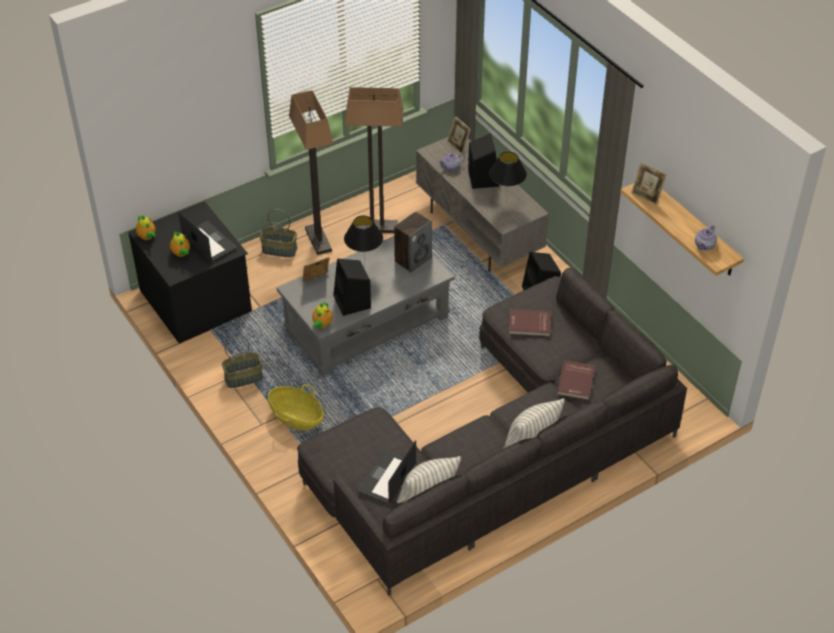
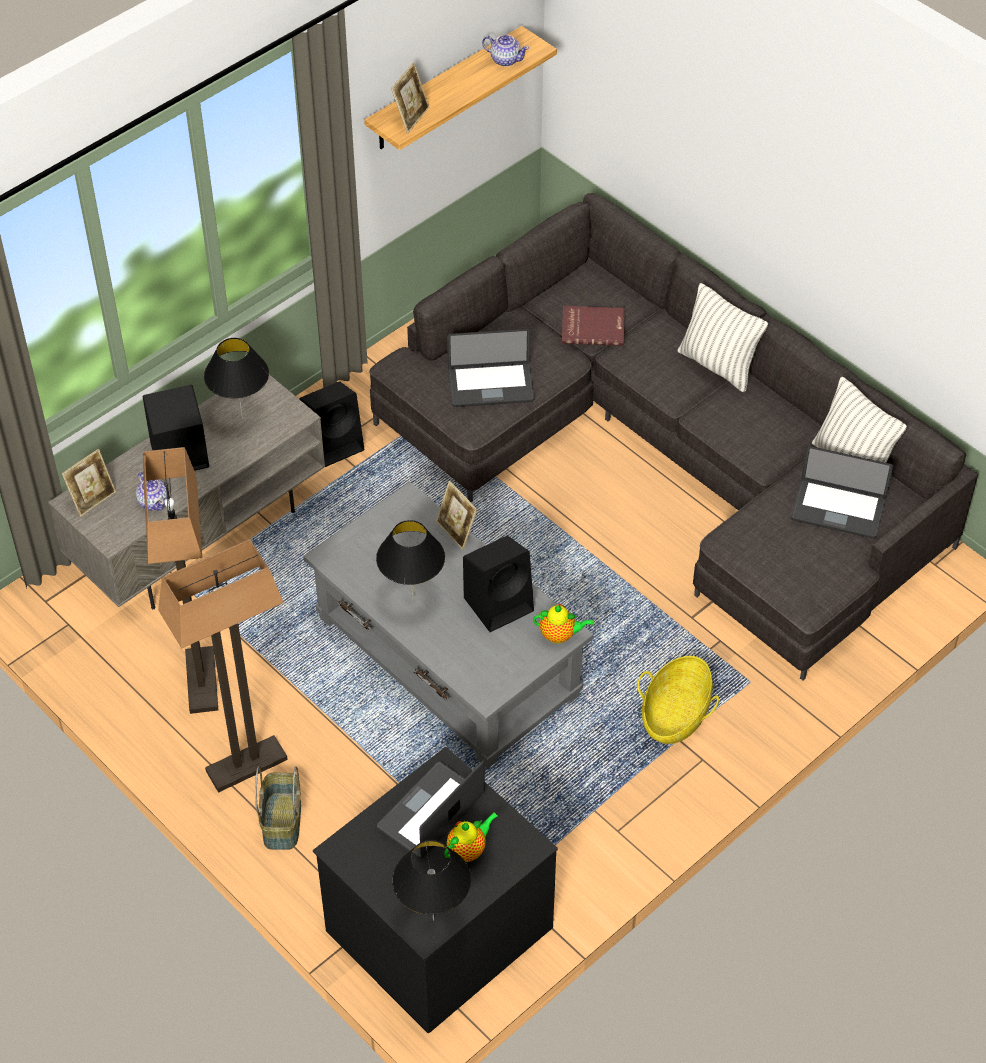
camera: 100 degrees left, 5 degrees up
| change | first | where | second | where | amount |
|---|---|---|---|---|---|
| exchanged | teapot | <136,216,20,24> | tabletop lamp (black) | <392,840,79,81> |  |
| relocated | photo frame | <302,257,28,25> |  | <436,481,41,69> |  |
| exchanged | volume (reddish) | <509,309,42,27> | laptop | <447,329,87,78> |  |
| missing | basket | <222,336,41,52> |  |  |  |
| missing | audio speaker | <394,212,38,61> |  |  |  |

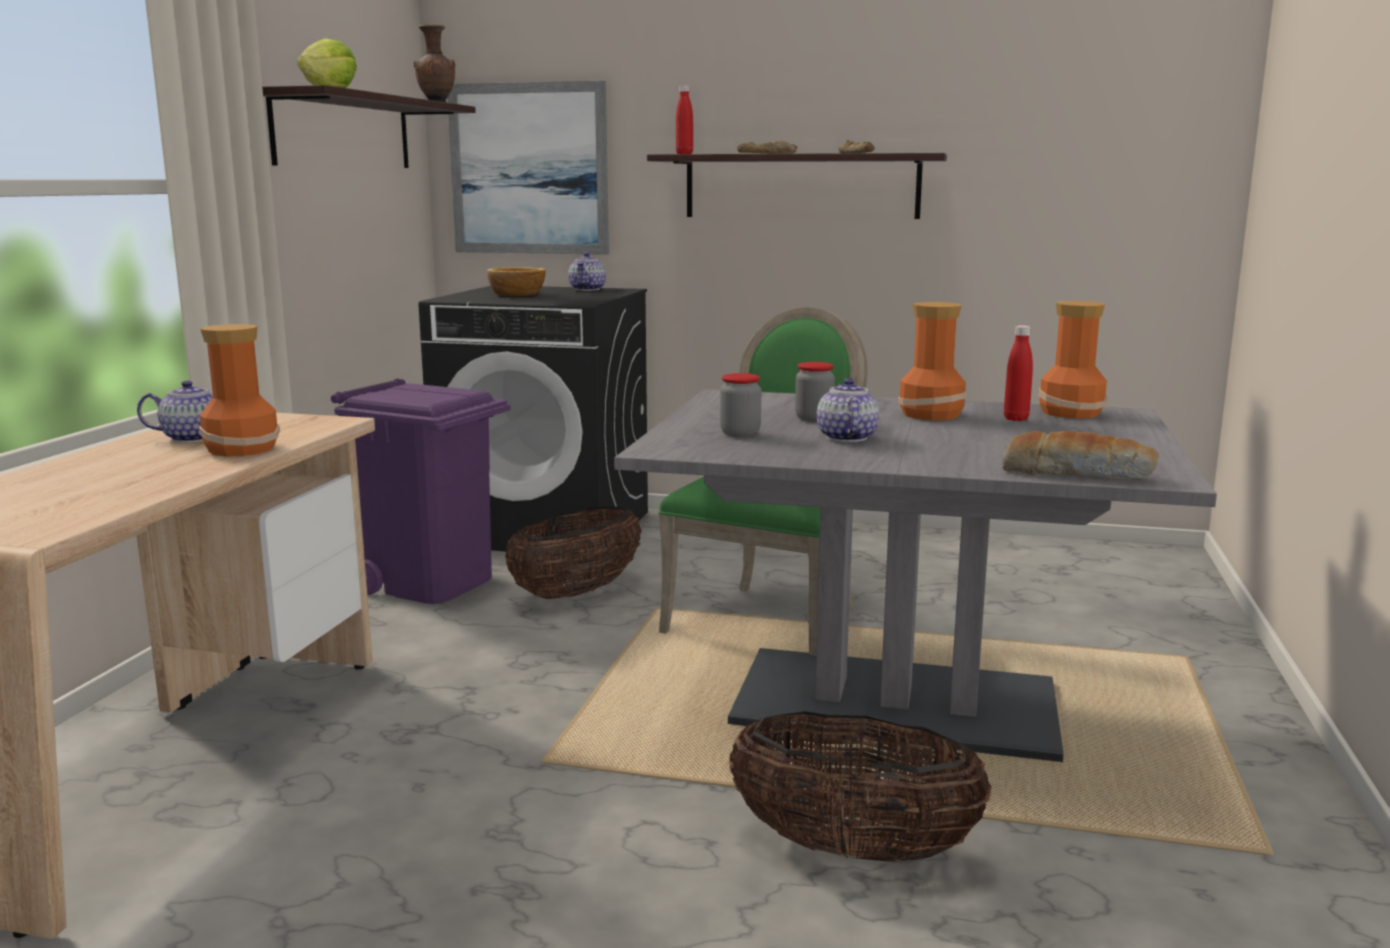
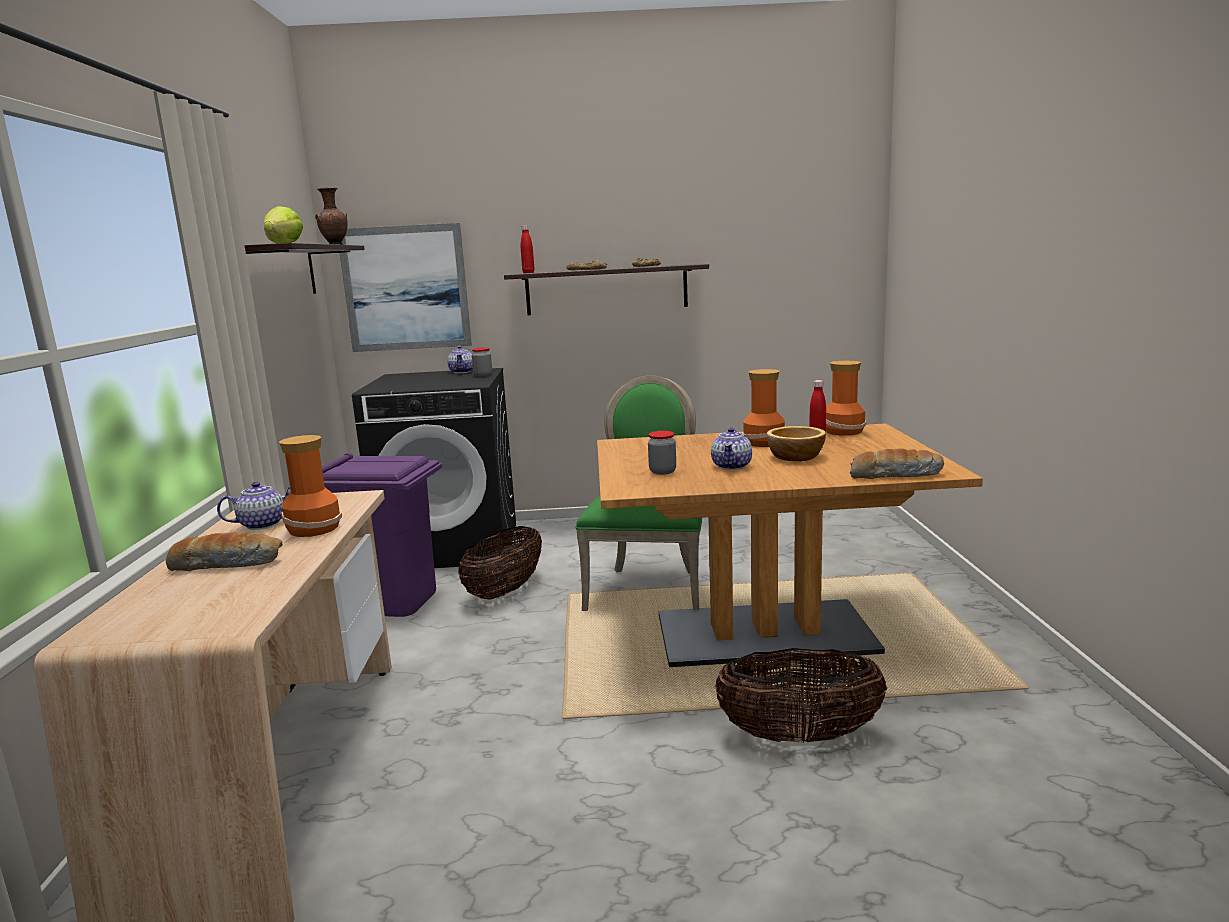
camera: 15 degrees left, 0 degrees up
| change | first | where | second | where | amount |
|---|---|---|---|---|---|
| appeared |  |  | baked bread | <166,532,117,39> |  |
| relocated | preserve jar | <795,362,40,60> |  | <472,347,20,30> |  |
| colour | dining table (grey) | <614,389,603,373> | dining table (brownish) | <597,423,386,244> |  |
| spun | teapot | <817,378,62,64> |  | <711,427,41,43> | 150 degrees counterclockwise |
| relocated | bowl | <487,267,59,30> |  | <767,426,59,35> |  |

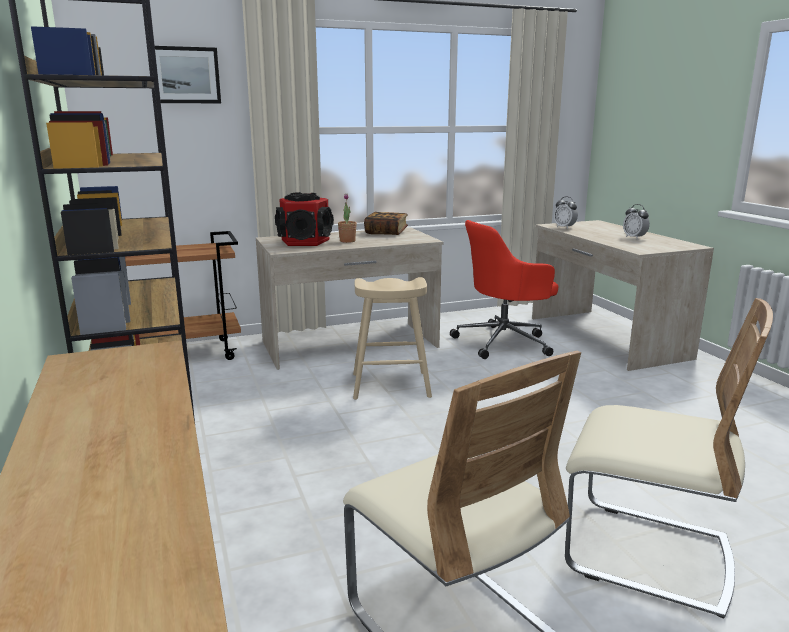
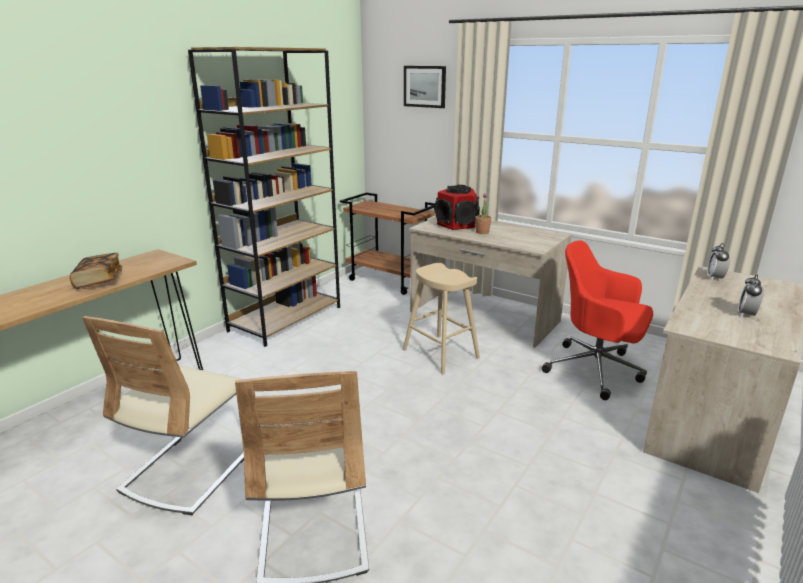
camera: 55 degrees right, 5 degrees up
| change | first | where | second | where | amount |
|---|---|---|---|---|---|
| relocated | volume | <364,212,44,23> |  | <70,253,52,36> |  |

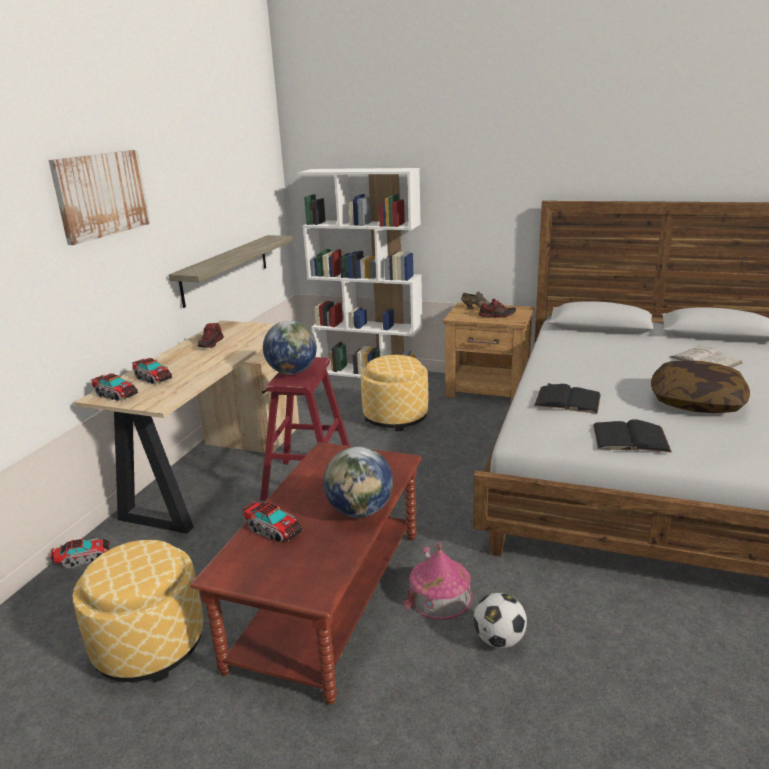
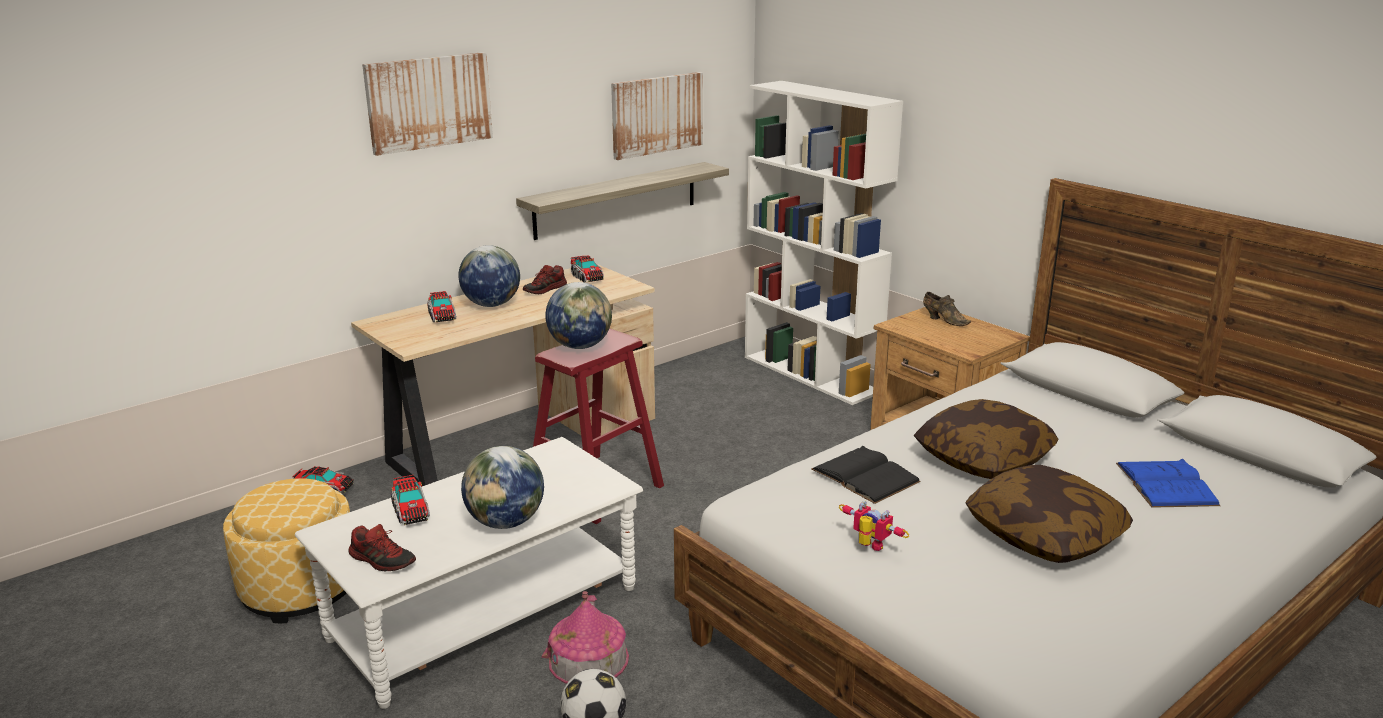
camera: 30 degrees right, 0 degrees up
| change | first | where | second | where | amount |
|---|---|---|---|---|---|
| colour | coffee table (brownish) | <190,442,232,262> | coffee table (white-coloured) | <295,437,348,272> |  |
| relocated | shoe | <479,299,37,19> |  | <348,524,68,47> |  |
| appeared |  |  | world globe | <458,245,62,62> |  |
| relocated | model truck | <91,373,47,28> |  | <571,255,33,28> |  |
| appeared |  |  | wall art | <611,72,92,88> |  |
| exchanged | volume (black) | <593,419,79,34> | model robot | <839,501,70,50> |  |
| appeared |  |  | pillow | <914,399,144,80> |  |
| colour | volume (white-coloured) | <670,345,72,23> | volume (bluish) | <1116,458,105,50> |  |
| missing | pouffe | <361,355,67,77> |  |  |  |

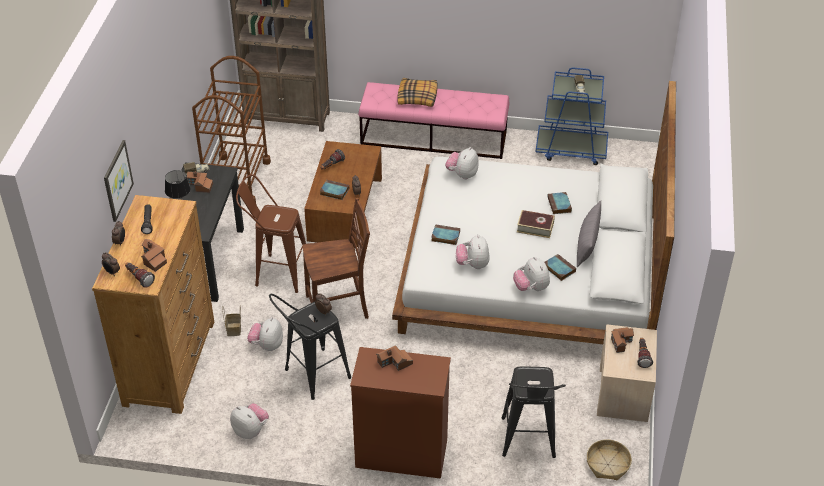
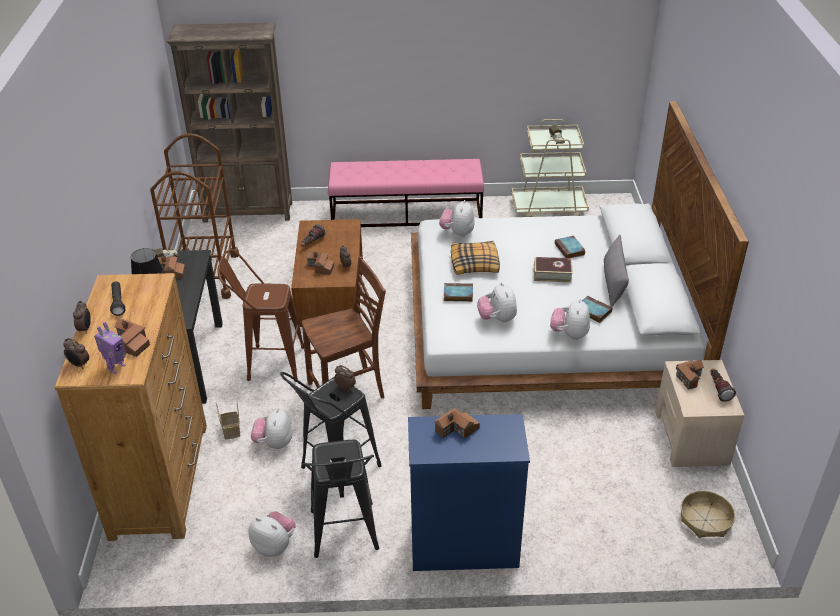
camera: 10 degrees left, 5 degrees down
| change | first | where | second | where | amount |
|---|---|---|---|---|---|
| exchanged | flashlight | <125,262,30,26> | model robot | <94,322,32,52> |  |
| relocated | stool seat (black) | <502,366,64,92> |  | <303,440,76,118> |  |
| exchanged | volume | <320,180,29,20> | model house | <306,251,28,24> |  |
| colour | dresser (brownish) | <350,347,101,132> | dresser (bluish) | <408,414,122,157> |  |
| relocated | pillow | <397,78,40,29> |  | <451,241,49,34> |  |
| colour | cart (bluish) | <535,67,73,98> | cart (beige) | <512,119,77,98> |  |
| spun | soft toy | <513,257,37,34> |  | <550,299,40,41> | 45 degrees clockwise |
| missing | wall art | <104,140,30,82> |  |  |  |

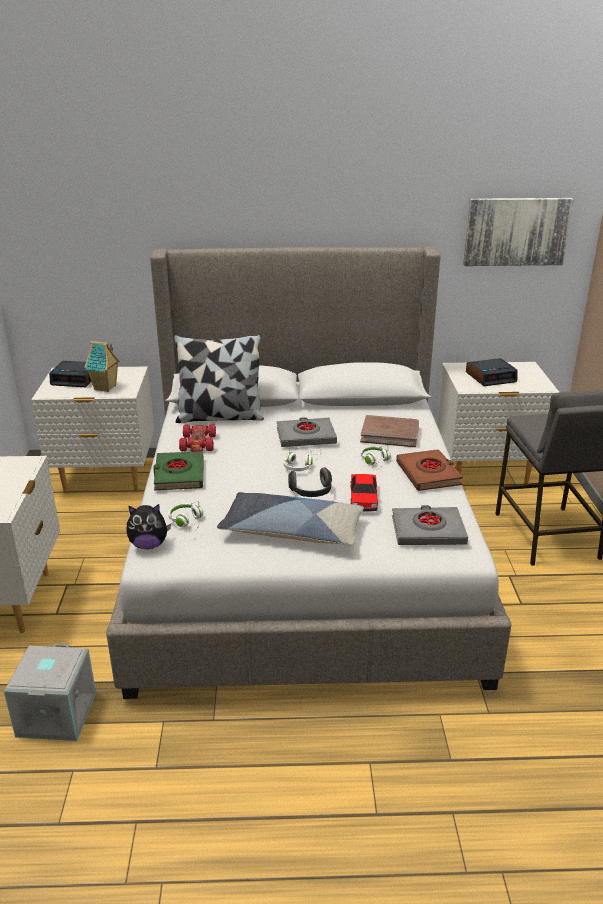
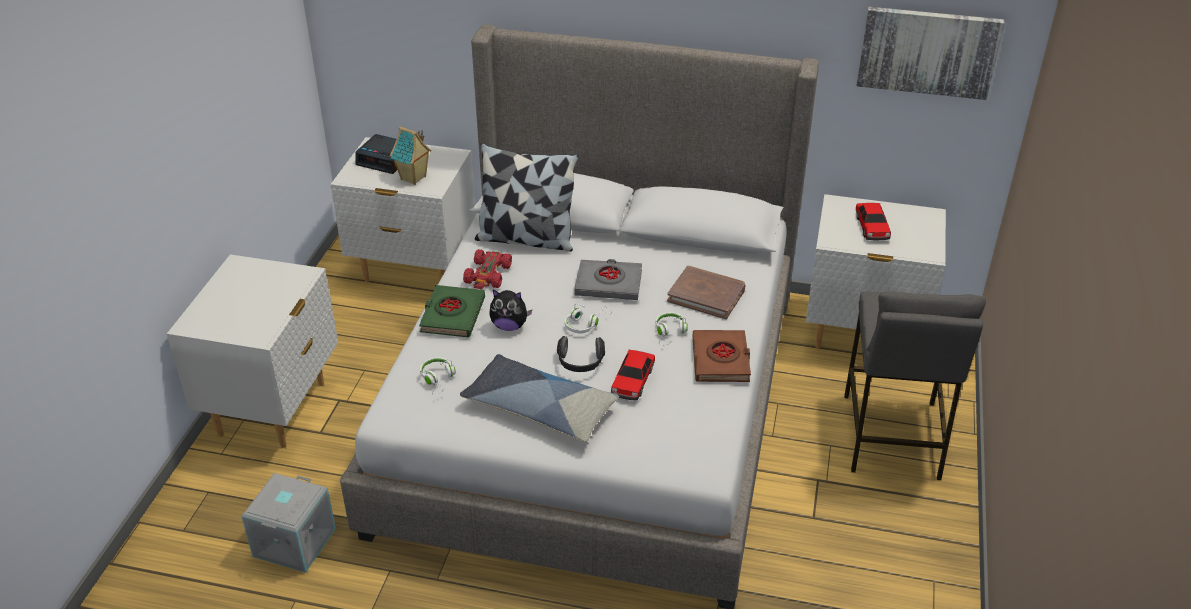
camera: 15 degrees right, 10 degrees up
| change | first | where | second | where | amount |
|---|---|---|---|---|---|
| relocated | soft toy | <126,504,45,45> |  | <490,290,42,41> |  |
| exchanged | bedside clock | <466,358,52,28> | miniature car | <856,203,35,37> |  |
| missing | volume (grey) | <392,505,76,40> |  |  |  |

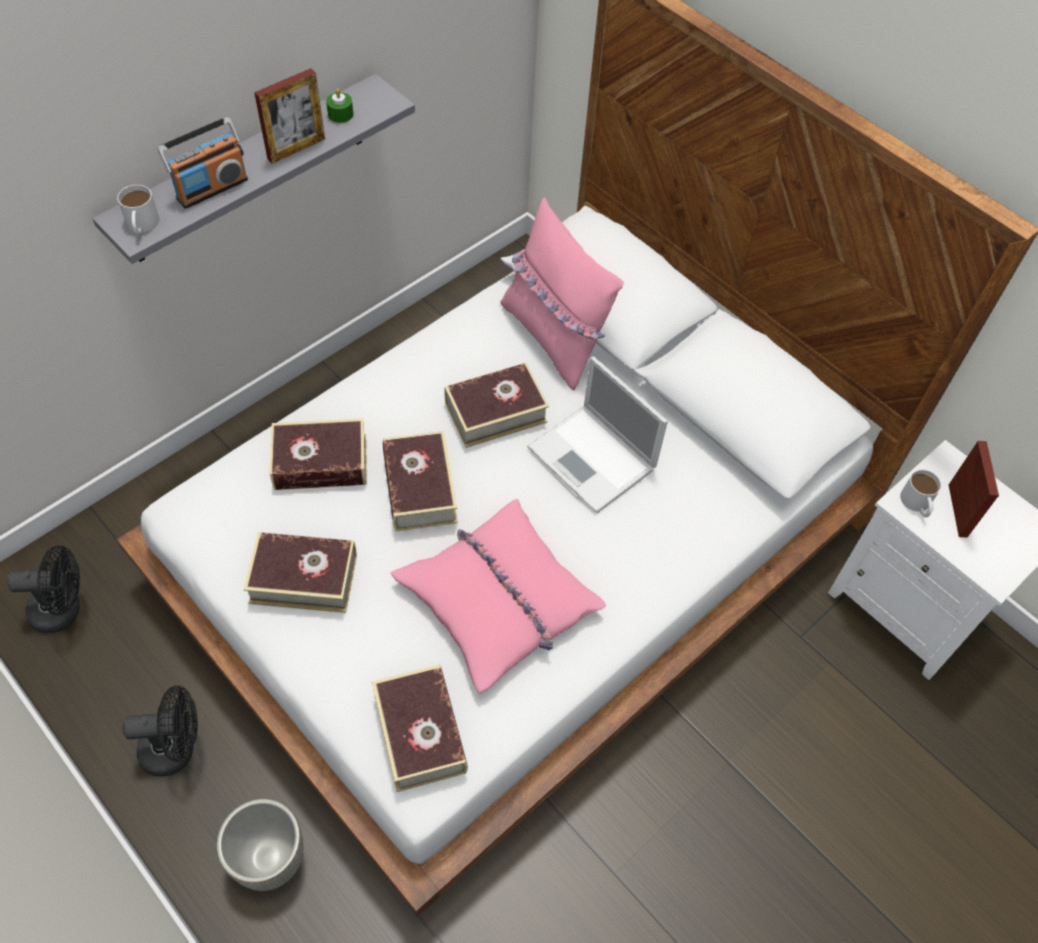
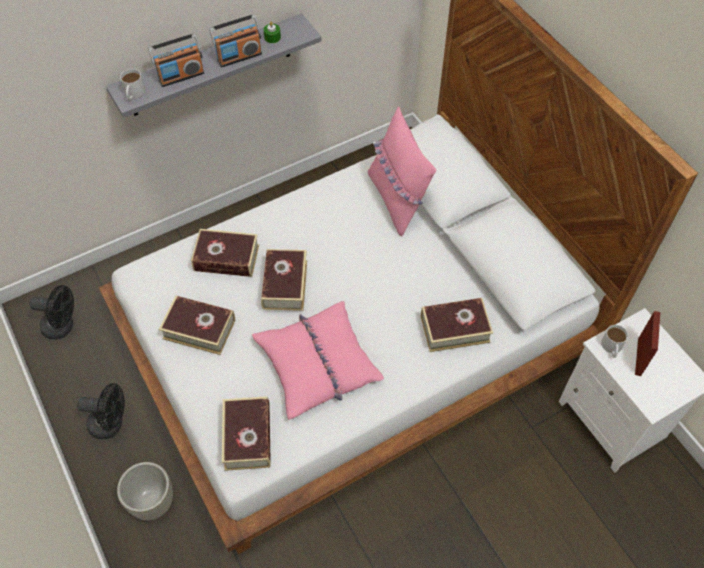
camera: 15 degrees right, 0 degrees up
| change | first | where | second | where | amount |
|---|---|---|---|---|---|
| exchanged | photo frame | <254,68,71,95> | radio | <209,14,53,53> |  |
| relocated | volume | <444,363,105,85> |  | <421,298,72,54> |  |
| missing | laptop | <527,356,141,157> |  |  |  |

